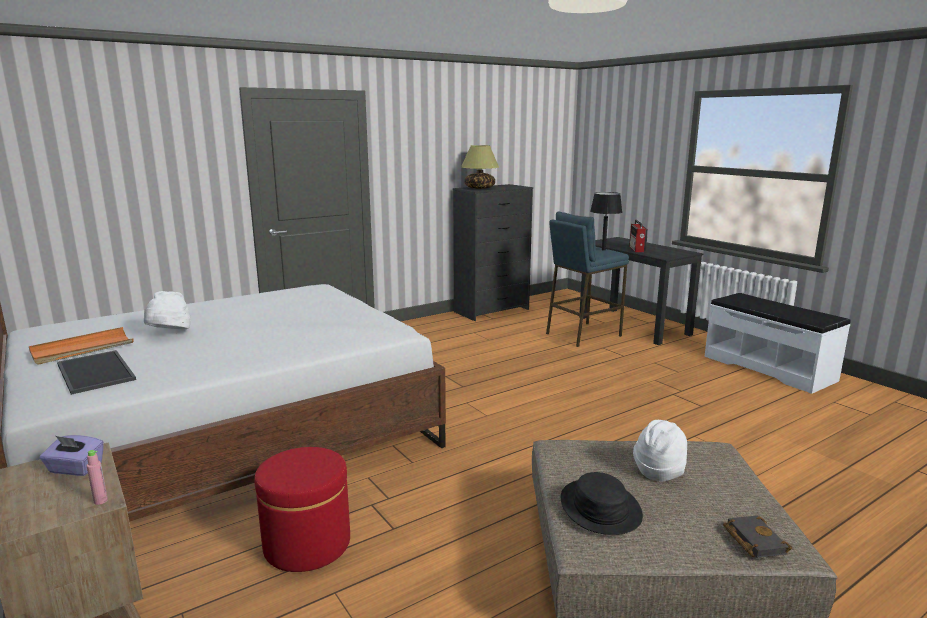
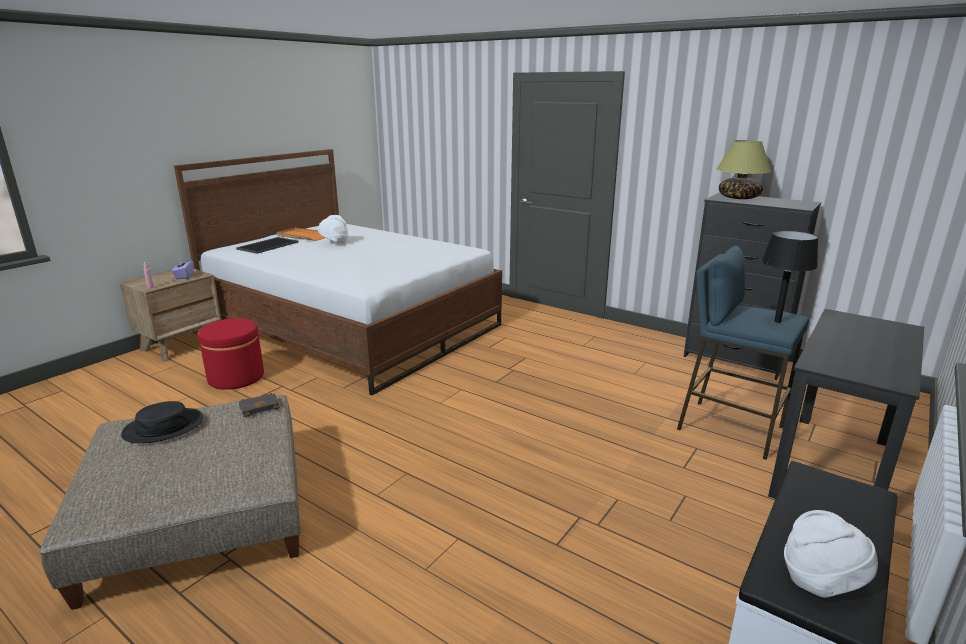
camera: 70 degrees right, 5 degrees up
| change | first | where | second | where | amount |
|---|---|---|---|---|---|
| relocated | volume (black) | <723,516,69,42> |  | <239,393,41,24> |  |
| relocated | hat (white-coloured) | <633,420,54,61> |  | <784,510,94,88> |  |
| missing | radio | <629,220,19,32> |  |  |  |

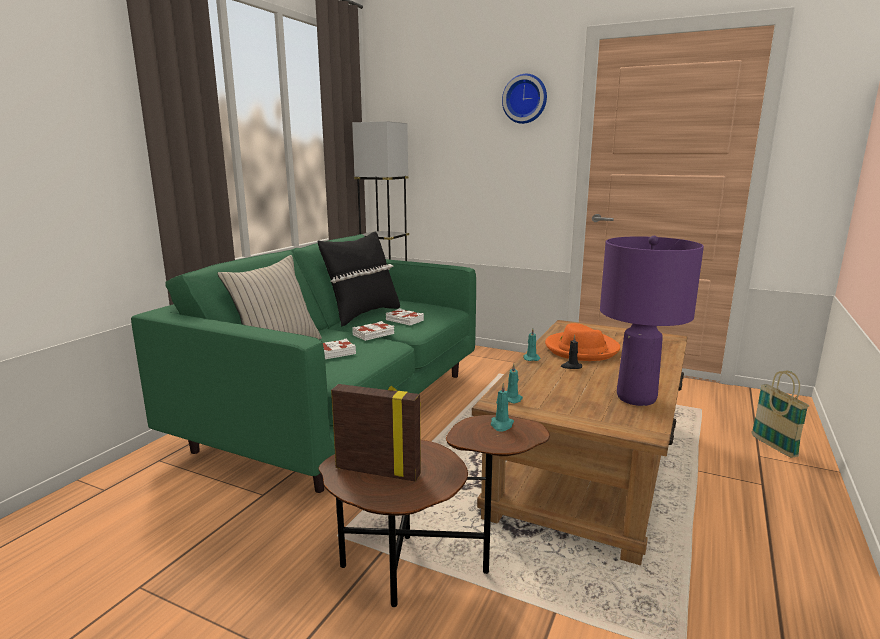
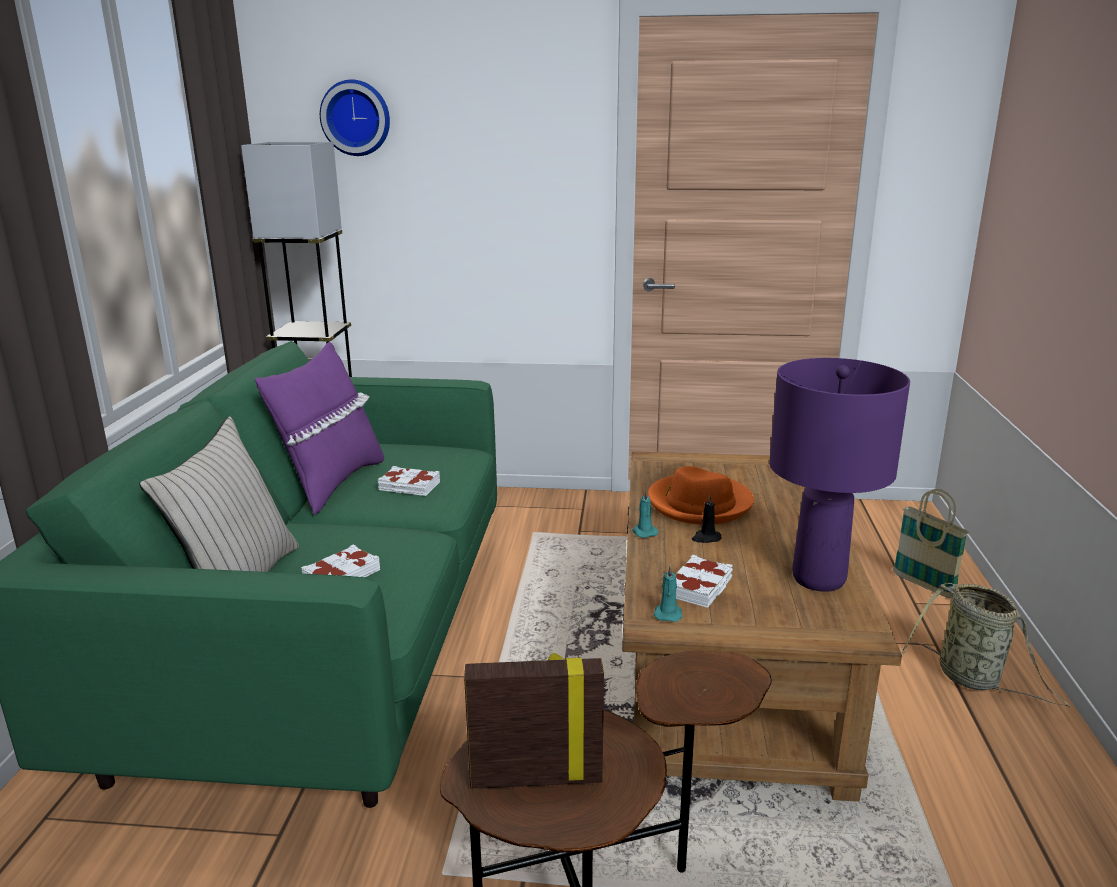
camera: 20 degrees left, 5 degrees up
| change | first | where | second | where | amount |
|---|---|---|---|---|---|
| colour | pillow (black) | <318,232,82,94> | pillow (purple-coloured) | <255,342,129,173> |  |
| relocated | hanging clock | <502,74,45,50> |  | <320,80,70,76> |  |
| relocated | volume (white-coloured) | <352,321,42,20> |  | <676,555,57,53> |  |
| appeared |  |  | basket | <902,583,169,125> |  |
| missing | wax light (turquoise) | <491,383,23,49> |  |  |  |

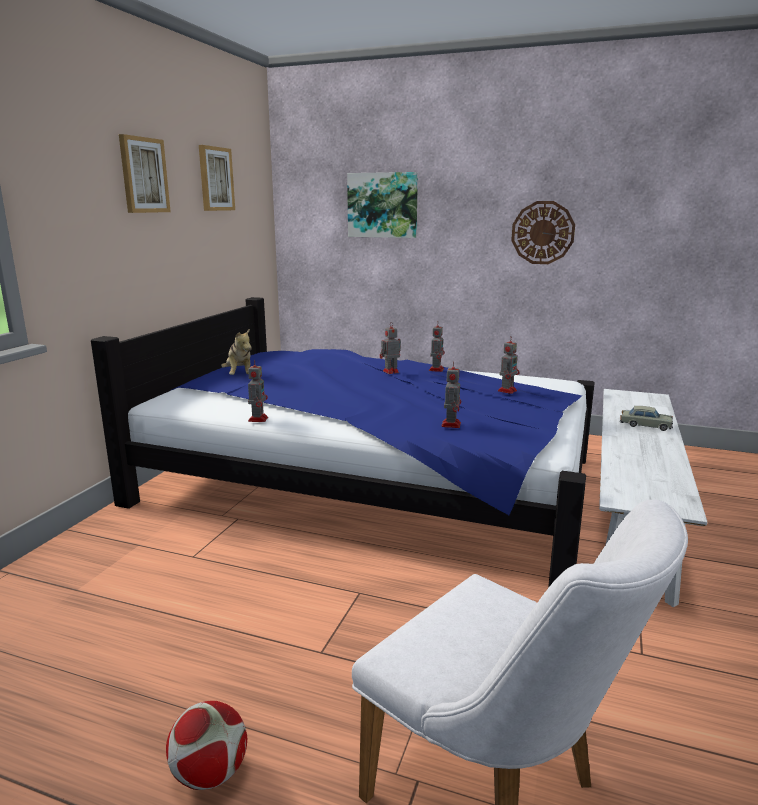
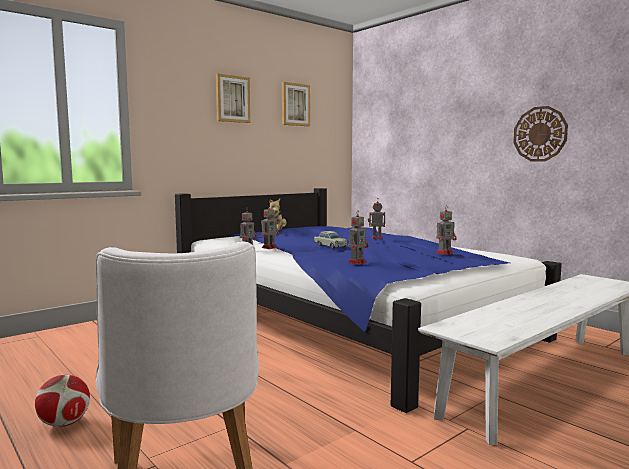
camera: 30 degrees right, 10 degrees down
| change | first | where | second | where | amount |
|---|---|---|---|---|---|
| relocated | model robot | <429,322,16,50> |  | <261,204,18,45> |  |
| relocated | miniature car (beige) | <620,406,53,25> |  | <314,231,34,18> |  |
| missing | wall art | <347,172,71,66> |  |  |  |

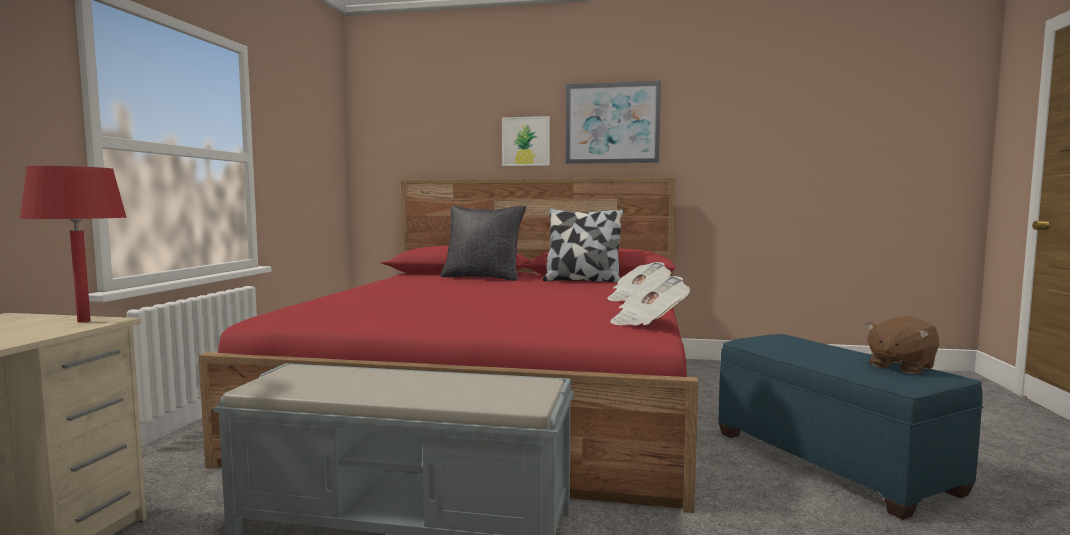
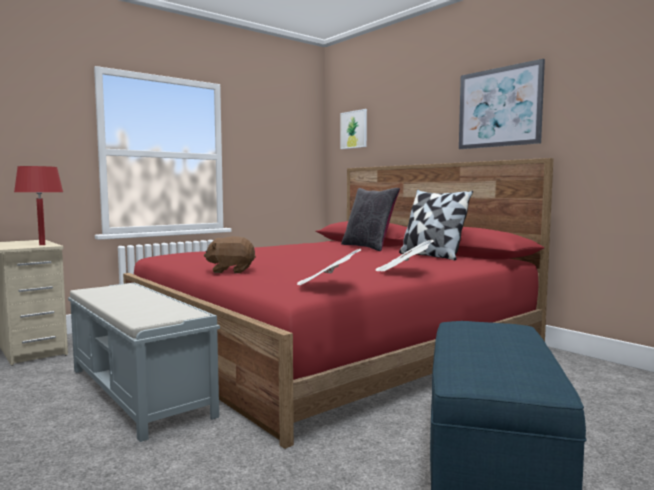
camera: 40 degrees right, 0 degrees up
| change | first | where | second | where | amount |
|---|---|---|---|---|---|
| relocated | soft toy (brownish) | <865,316,74,58> |  | <204,236,52,37> |  |
| relocated | wall art | <502,116,48,50> |  | <340,109,27,40> |  |

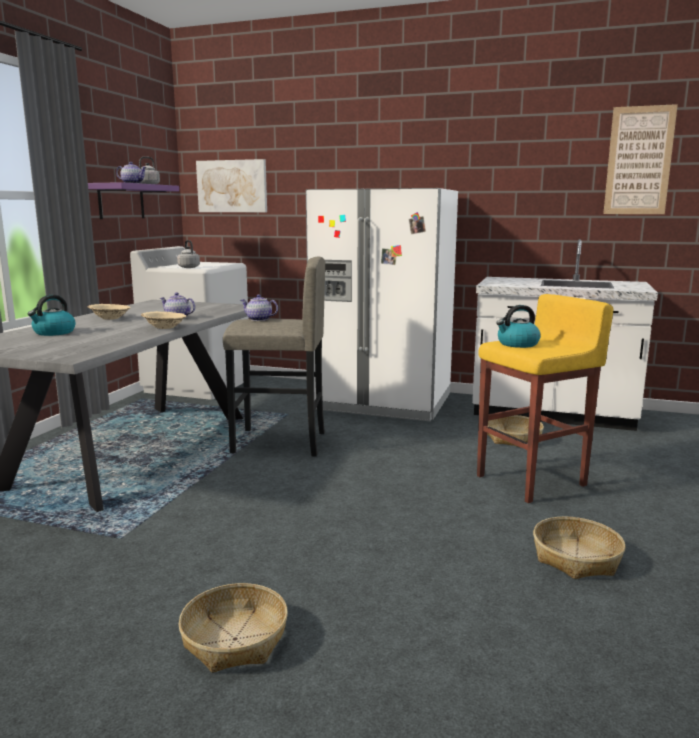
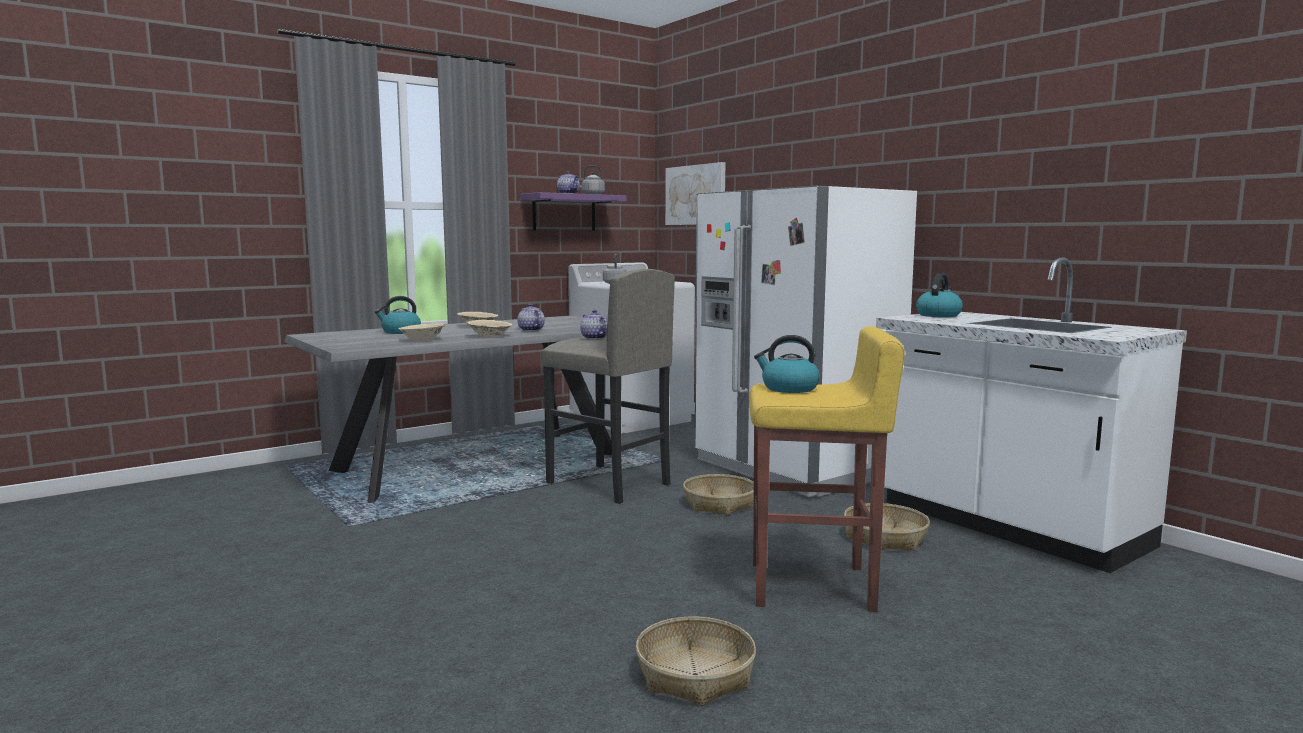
camera: 35 degrees right, 5 degrees down
| change | first | where | second | where | amount |
|---|---|---|---|---|---|
| appeared |  |  | bowl (beige) | <398,323,48,18> |  |
| relocated | basket | <178,583,110,90> |  | <683,474,71,41> |  |
| appeared |  |  | kettle | <916,273,47,44> |  |
| missing | wall art | <603,104,75,110> |  |  |  |

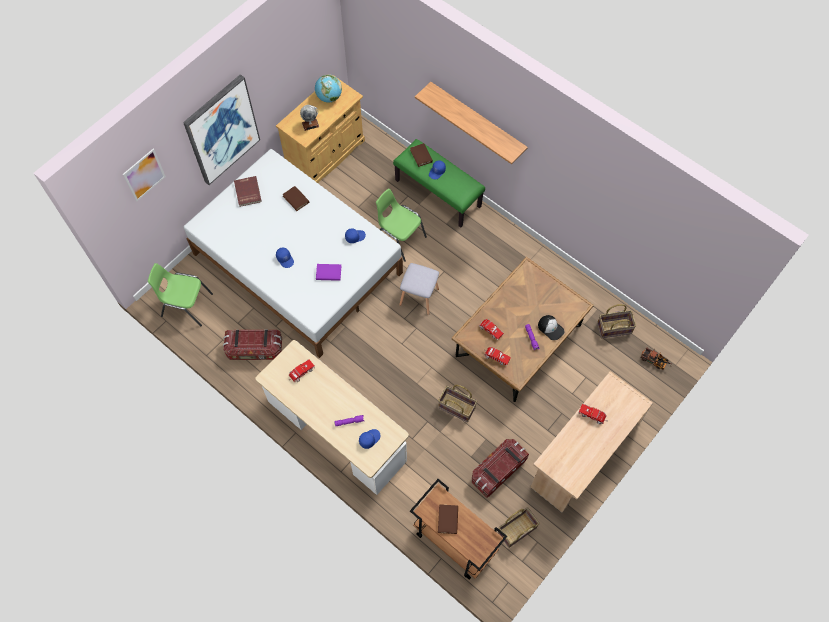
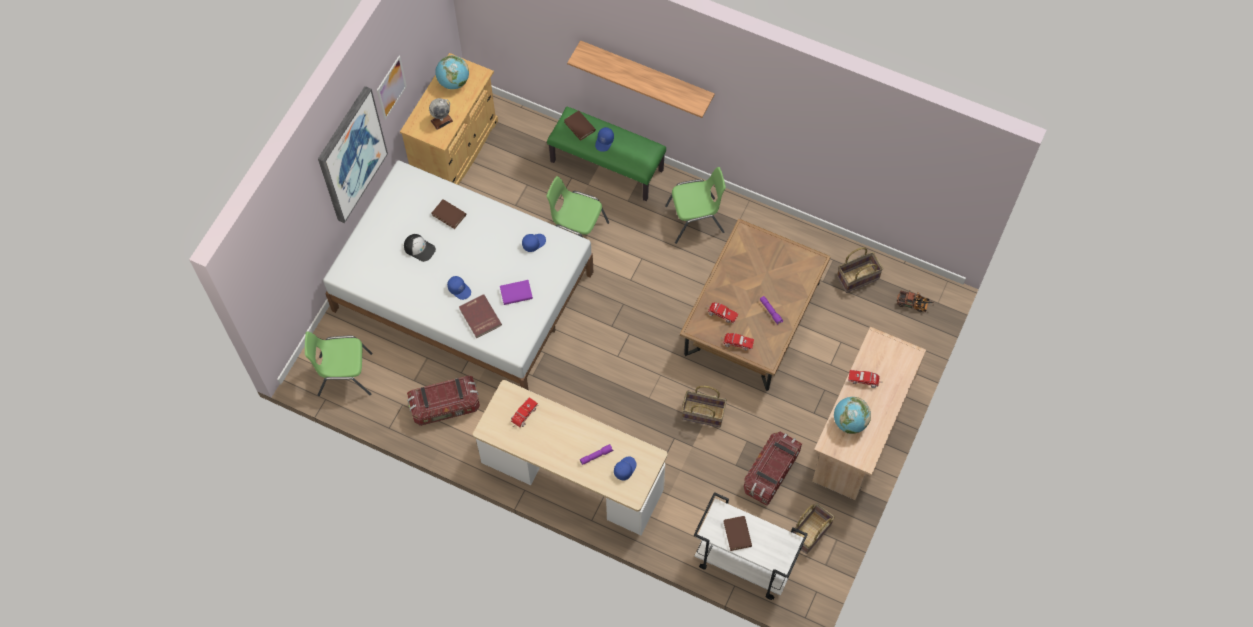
camera: 15 degrees left, 0 degrees up
| change | first | where | second | where | amount |
|---|---|---|---|---|---|
| relocated | wall art | <123,149,43,53> |  | <377,56,30,64> |  |
| relocated | peaked cap | <538,315,26,25> |  | <404,234,32,28> |  |
| relocated | volume (reddish) | <234,176,28,31> |  | <459,294,43,44> |  |
| appeared |  |  | chair (green) | <665,167,61,77> |  |
| colour | cart (brownish) | <410,479,97,101> | cart (white-coloured) | <694,492,114,108> |  |
| appeared |  |  | world globe | <834,397,37,37> |  |
| missing | stool seat (grey) | <399,263,40,52> |  |  |  |

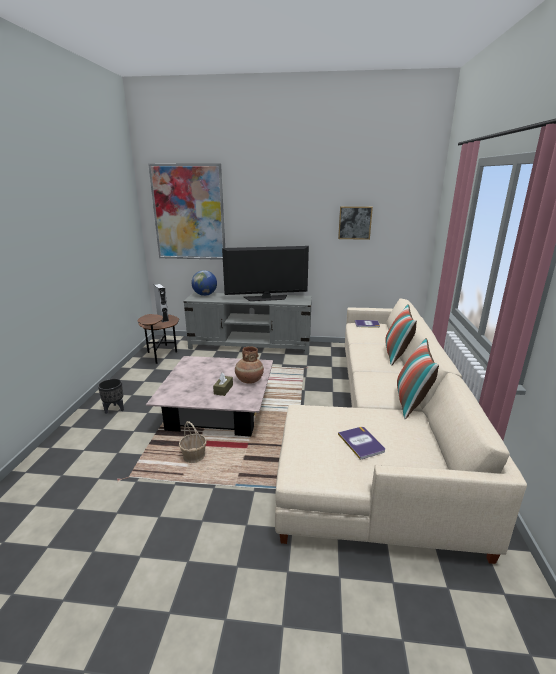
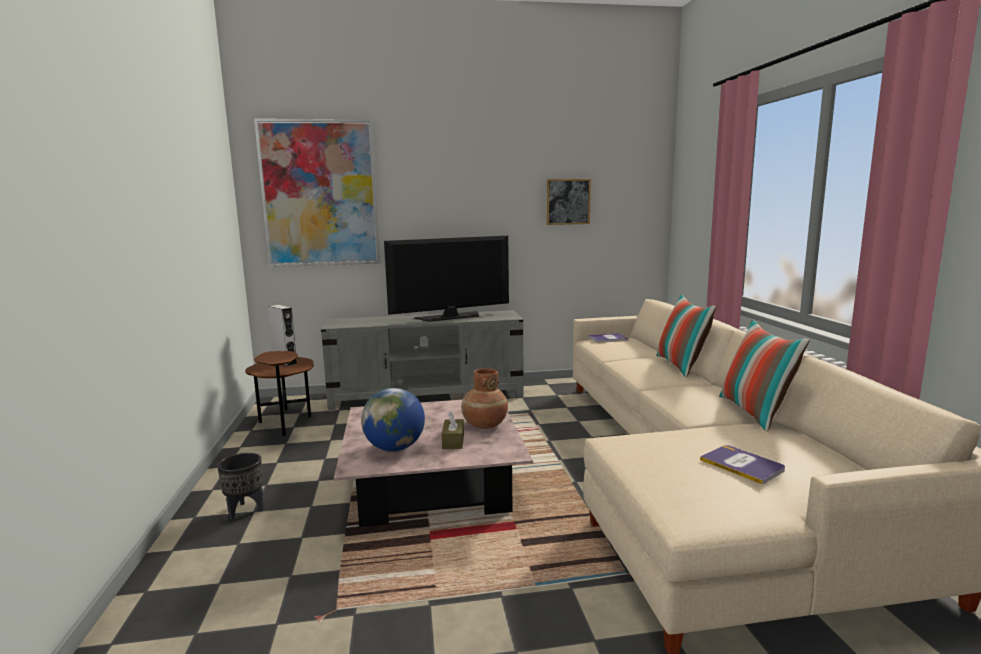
camera: 15 degrees left, 10 degrees down
| change | first | where | second | where | amount |
|---|---|---|---|---|---|
| relocated | world globe | <191,270,26,26> |  | <361,388,64,63> |  |
| missing | basket | <179,421,28,42> |  |  |  |

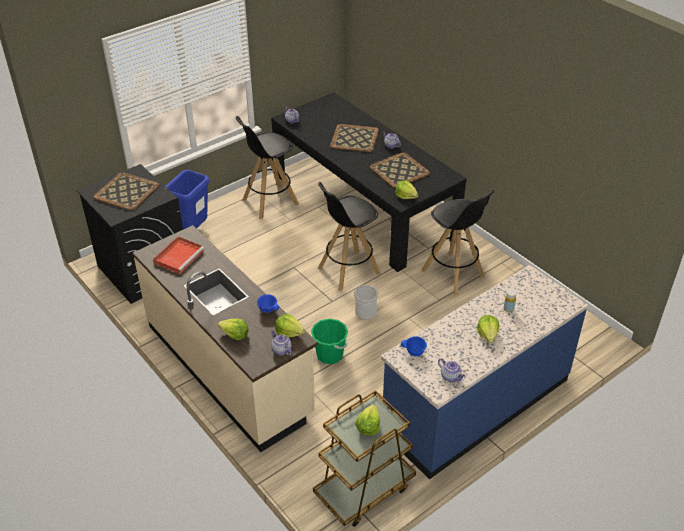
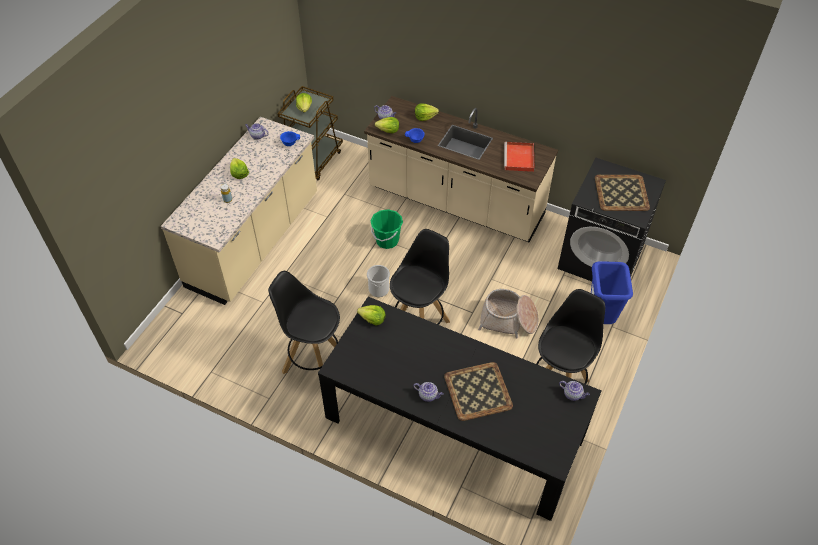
camera: 155 degrees right, 10 degrees up
| change | first | where | second | where | amount |
|---|---|---|---|---|---|
| colour | counter (bluish) | <381,265,207,214> | counter (beige) | <161,117,156,188> |  |
| appeared |  |  | basket | <478,289,60,49> |  |
| missing | carrying tray | <370,153,60,35> |  |  |  |

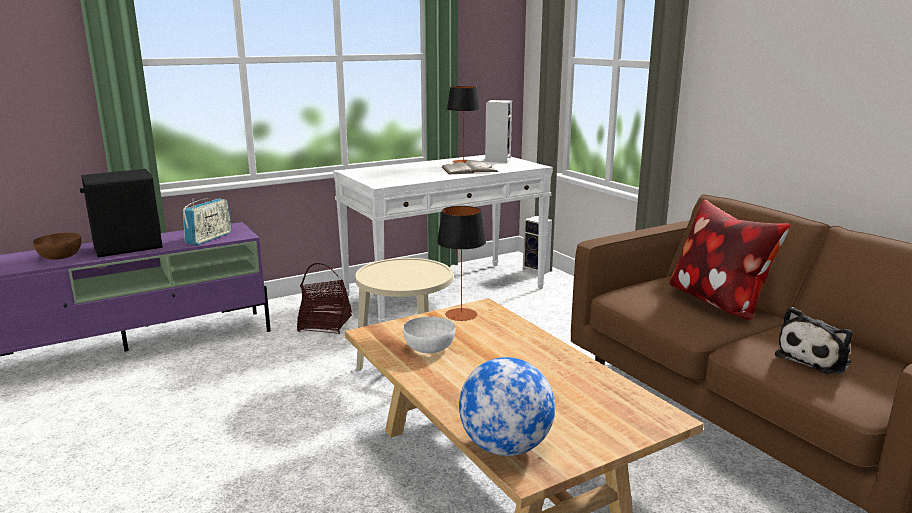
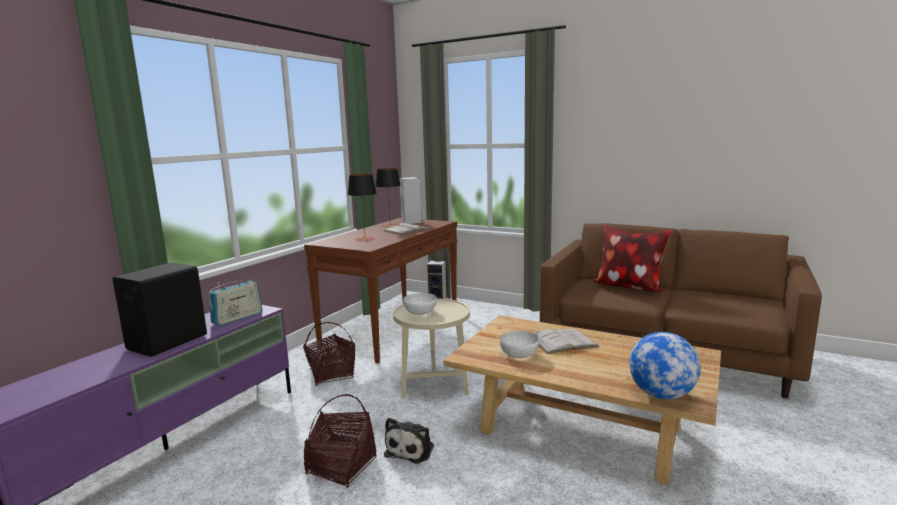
camera: 30 degrees left, 5 degrees down
| change | first | where | second | where | amount |
|---|---|---|---|---|---|
| spun | radio | <183,198,49,47> |  | <209,281,53,45> | 45 degrees clockwise |
| colour | console table (white-coloured) | <333,155,220,168> | console table (brownish) | <304,218,153,146> |  |
| appeared |  |  | basket | <304,394,73,94> |  |
| relocated | tabletop lamp | <437,206,49,115> |  | <348,174,29,67> |  |
| relocated | soft toy | <775,307,78,67> |  | <384,417,50,47> |  |
| appeared |  |  | bowl (white-coloured) | <403,293,34,22> |  |
| appeared |  |  | volume (white-coloured) | <535,328,64,26> |  |
| missing | bowl (brownish) | <33,233,49,27> |  |  |  |

